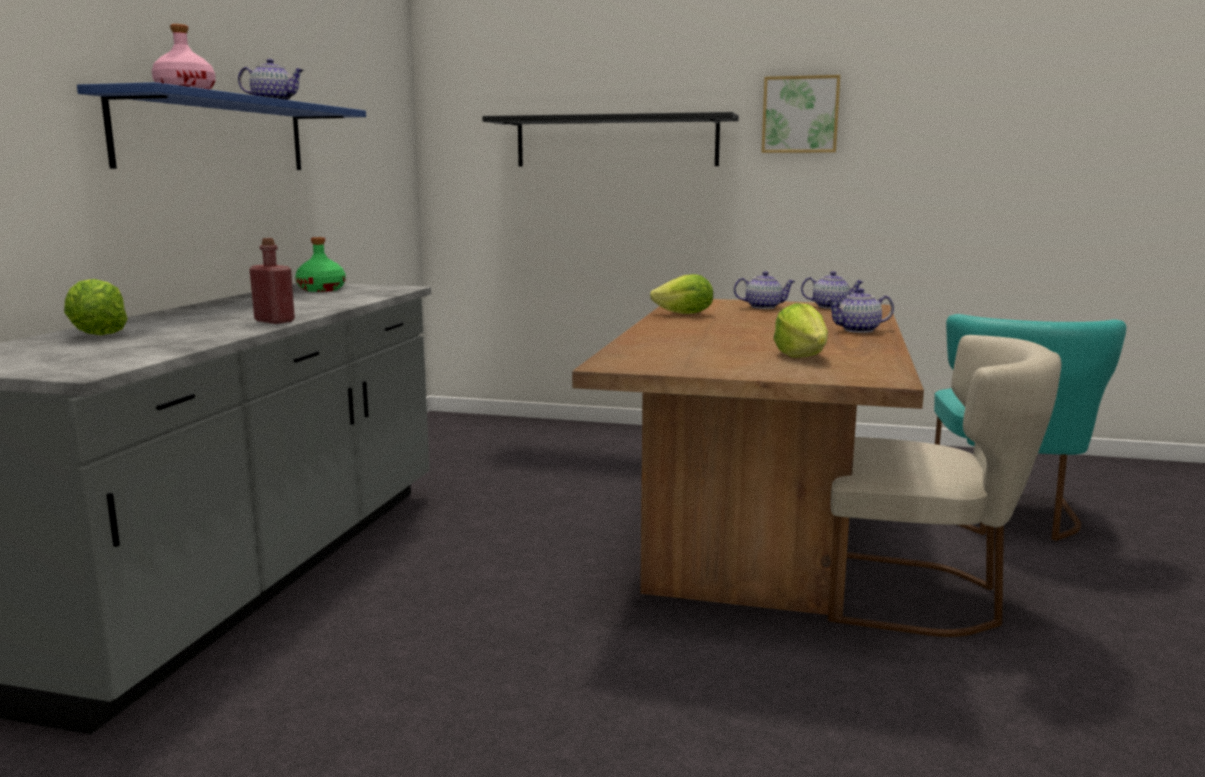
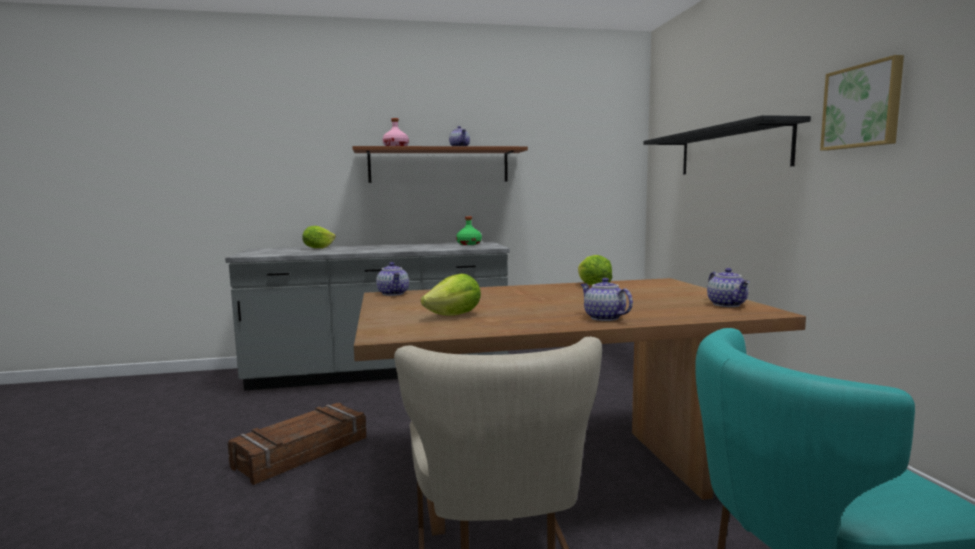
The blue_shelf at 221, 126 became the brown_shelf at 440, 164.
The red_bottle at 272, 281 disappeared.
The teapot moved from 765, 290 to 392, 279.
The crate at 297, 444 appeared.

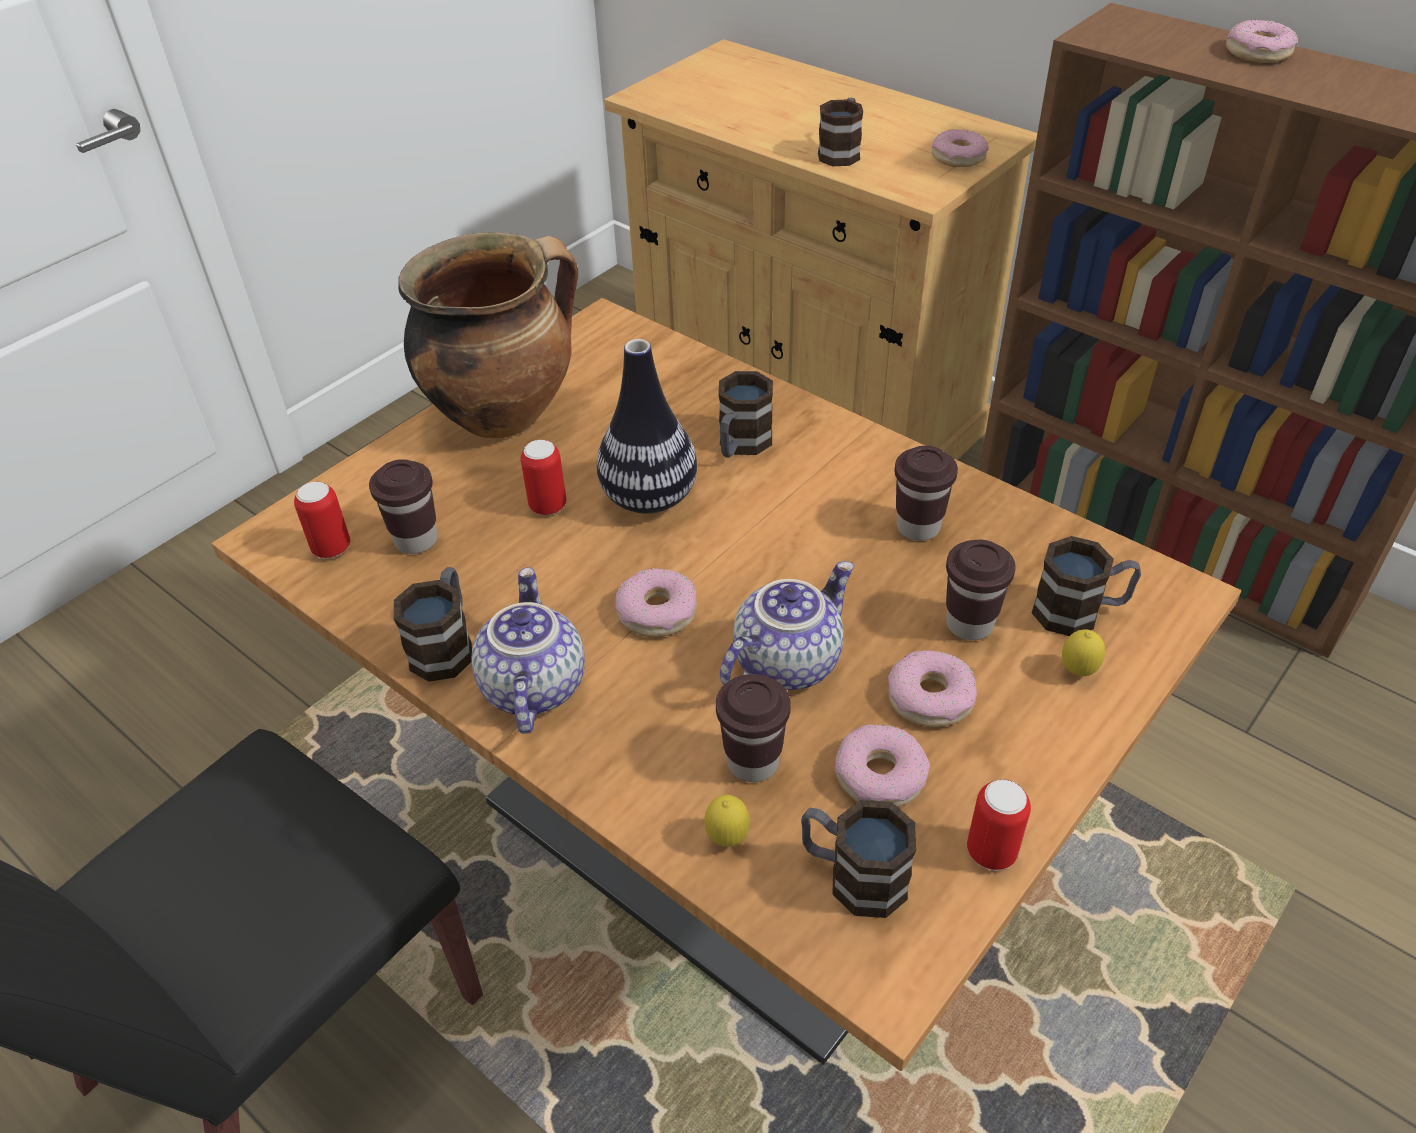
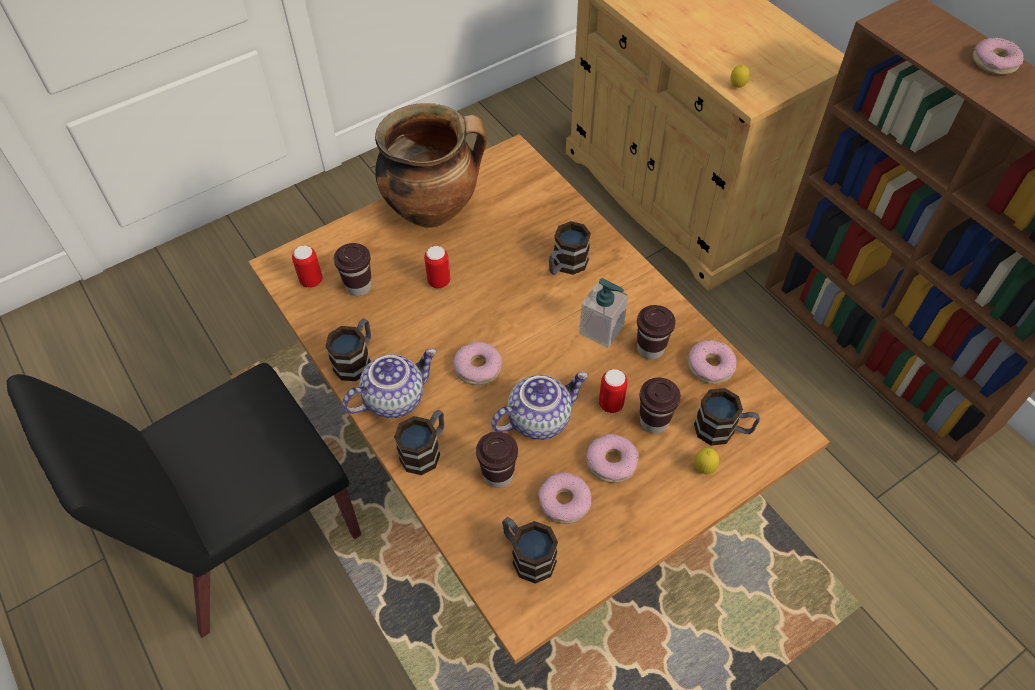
The teapot at 528, 650 turned 45 degrees clockwise.
The vase at 647, 426 disappeared.
The lemon moved from 727, 821 to 740, 76.
The mug moved from 840, 132 to 419, 442.
The donut moved from 960, 148 to 712, 362.
The can moved from 999, 825 to 613, 391.
The soap_dispenser at 603, 313 appeared.

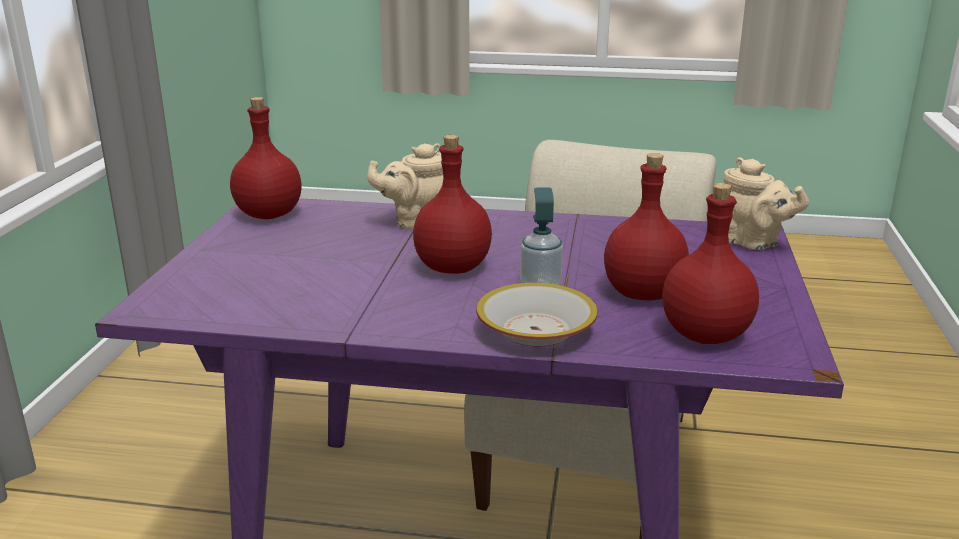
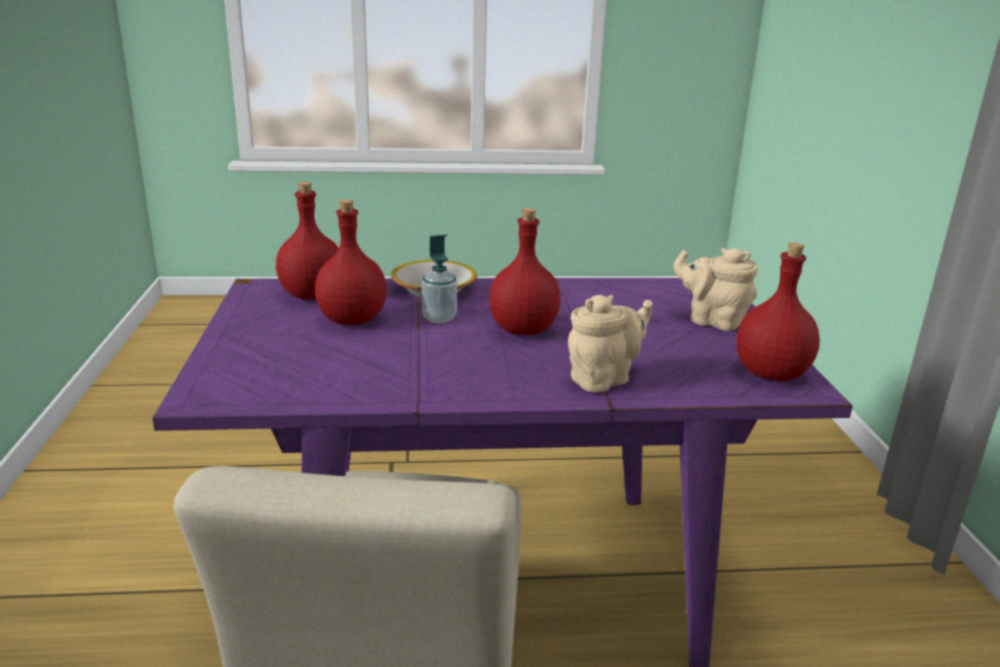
The beige_teapot moved from 766, 203 to 715, 289.

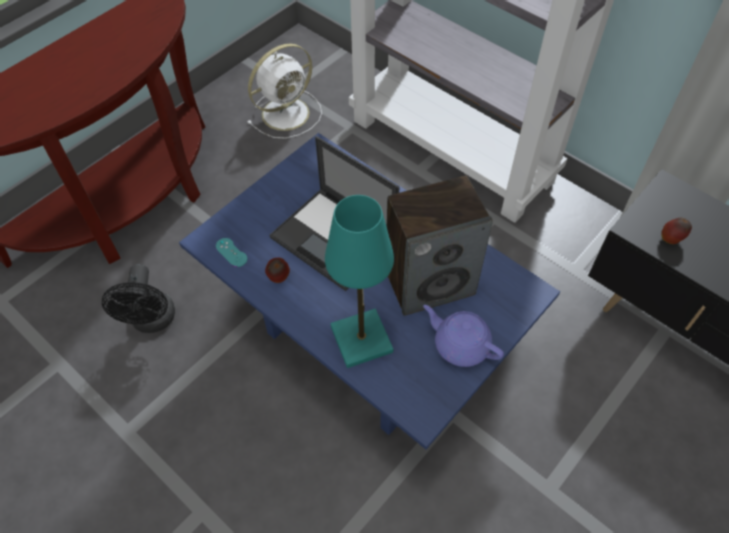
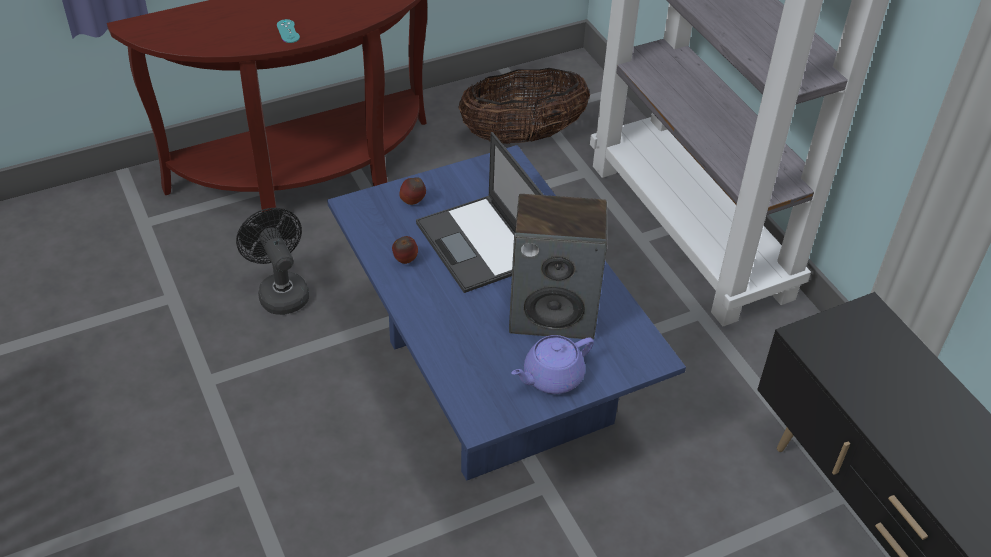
The black_fan at 138, 298 turned 135 degrees clockwise.
The turquoise_game_controller moved from 231, 252 to 288, 31.
The white_fan at 284, 91 was replaced by the basket at 524, 106.
The turquoise_table_lamp at 359, 281 disappeared.
The purple_teapot at 463, 336 turned 90 degrees counterclockwise.
The apple moved from 676, 231 to 413, 191.

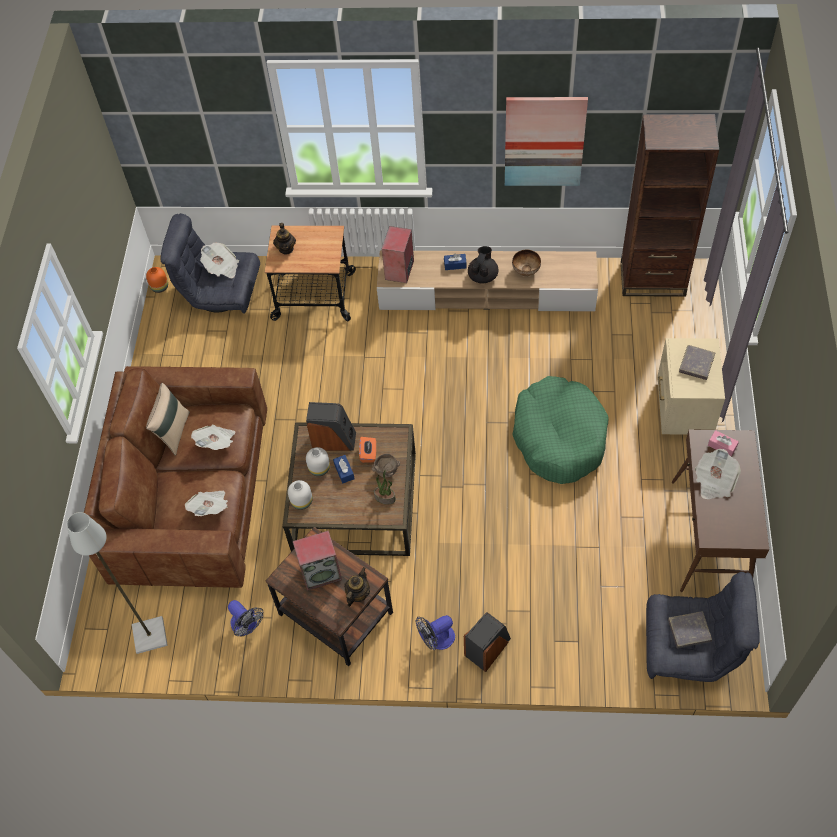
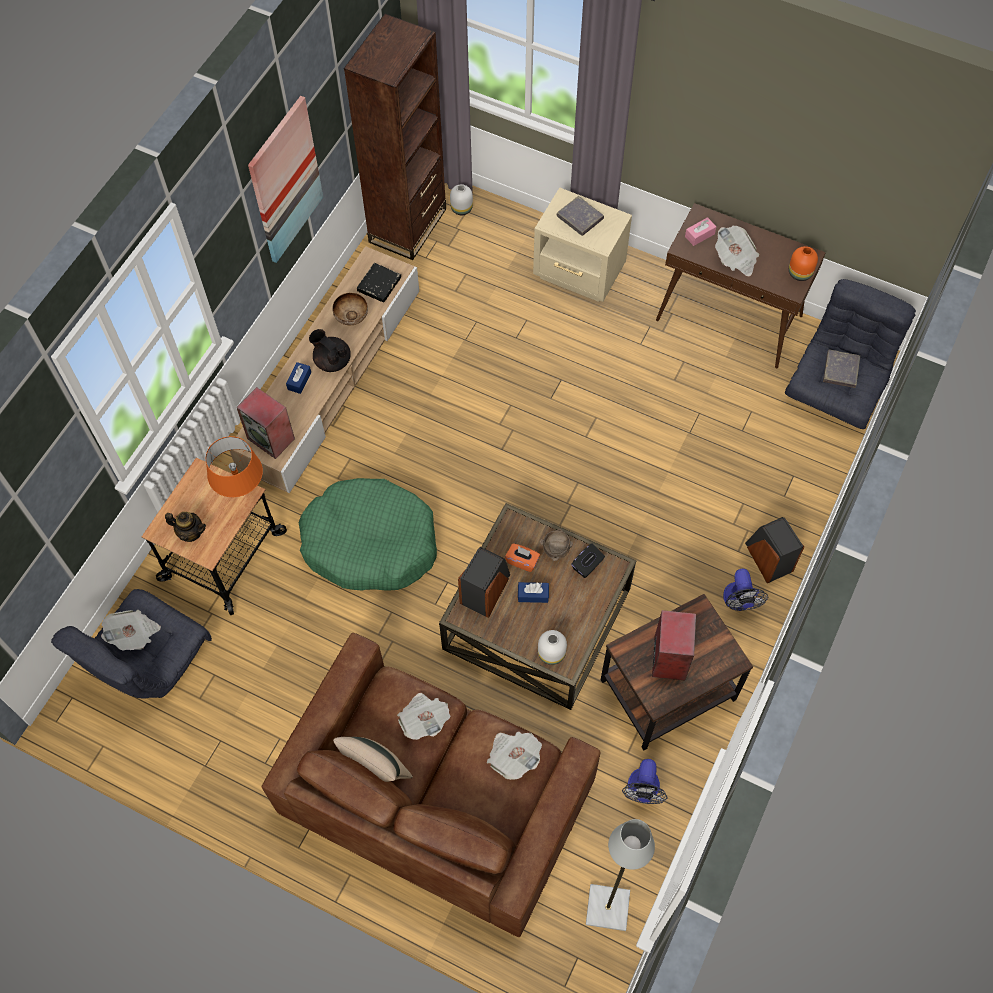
The orange_vase moved from 157, 280 to 803, 263.
The fan at 245, 618 turned 120 degrees clockwise.
The white_vase moved from 318, 461 to 461, 199.
The teapot at 357, 587 disappeared.
The potted_plant at 385, 487 was replaced by the black_tissue_box at 588, 560.
The green_dog_bed moved from 560, 430 to 368, 534.
The orange_table_lamp at 234, 466 appeared.
The black_book at 379, 282 appeared.

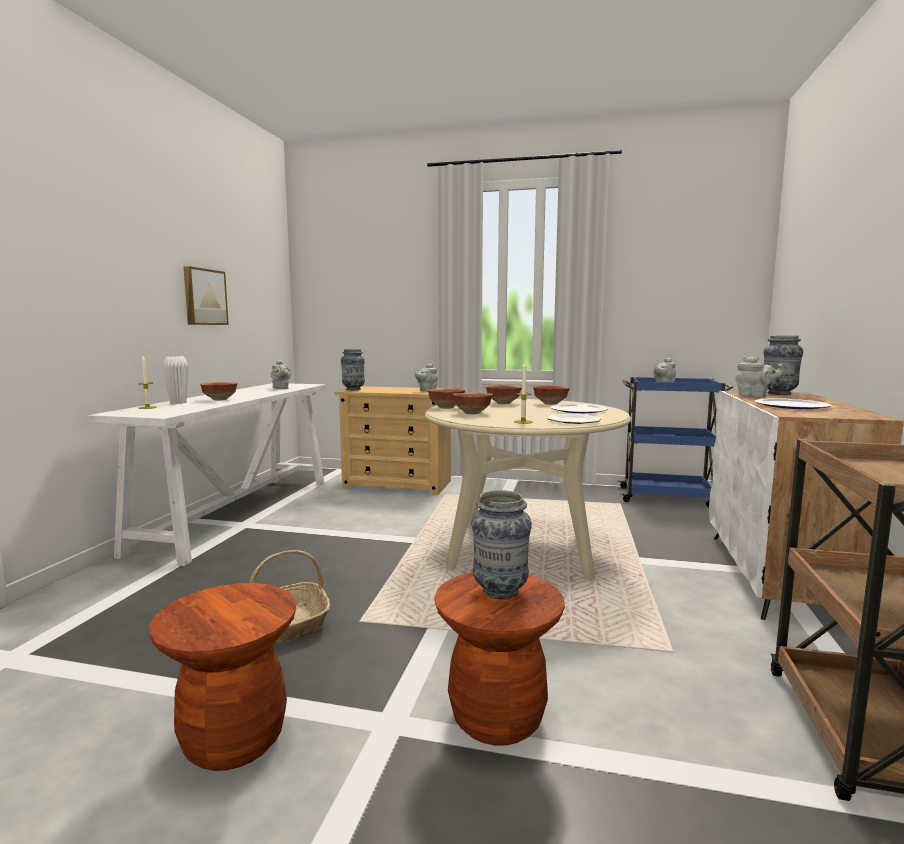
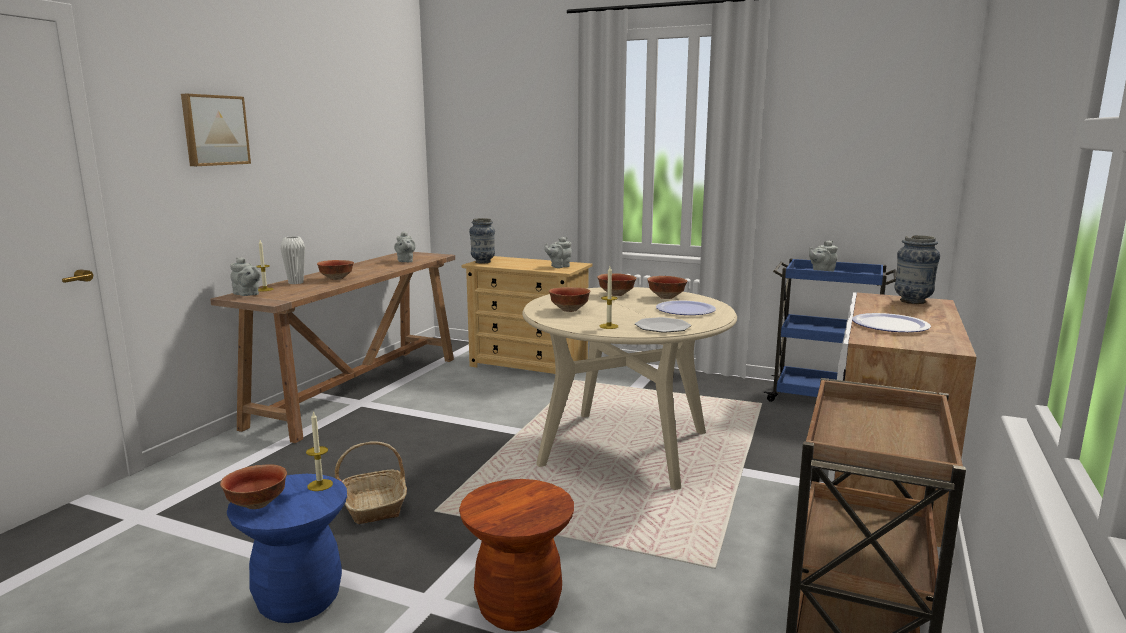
The white_console_table at 207, 474 became the brown_console_table at 332, 347.
The brown_stool at 222, 677 became the blue_stool at 287, 548.
The picture moved from 206, 295 to 216, 130.
The bowl moved from 446, 398 to 253, 486.
The vase at 501, 545 disappeared.
The grey_teapot moved from 759, 376 to 245, 276.
The candle at 319, 451 appeared.

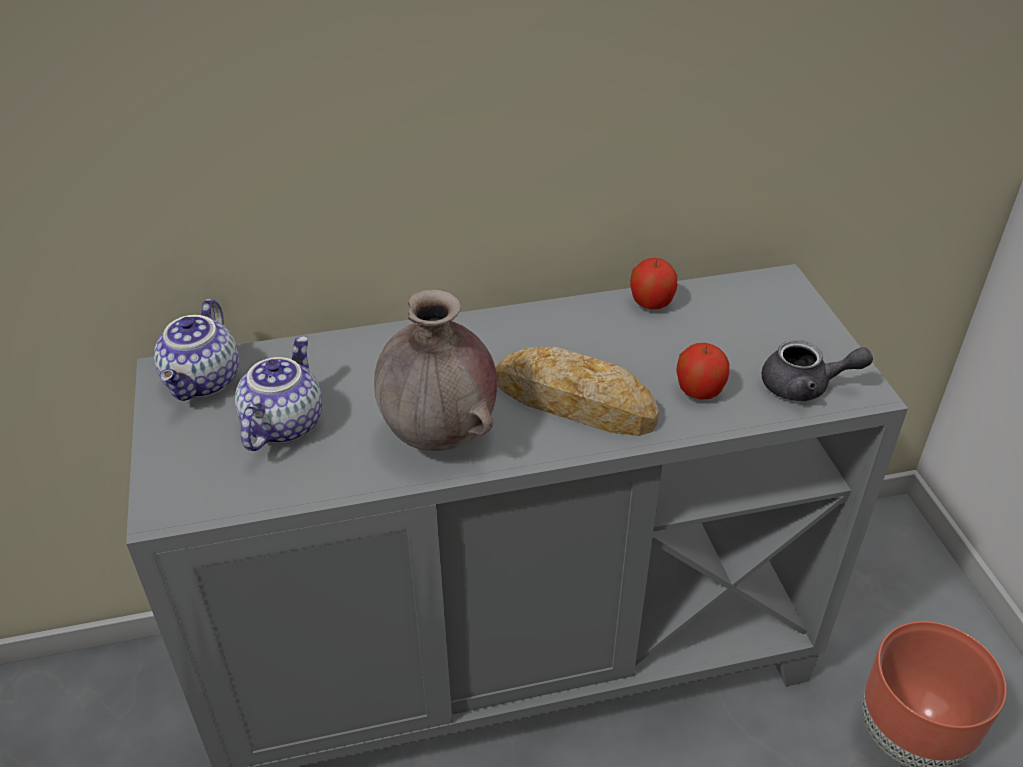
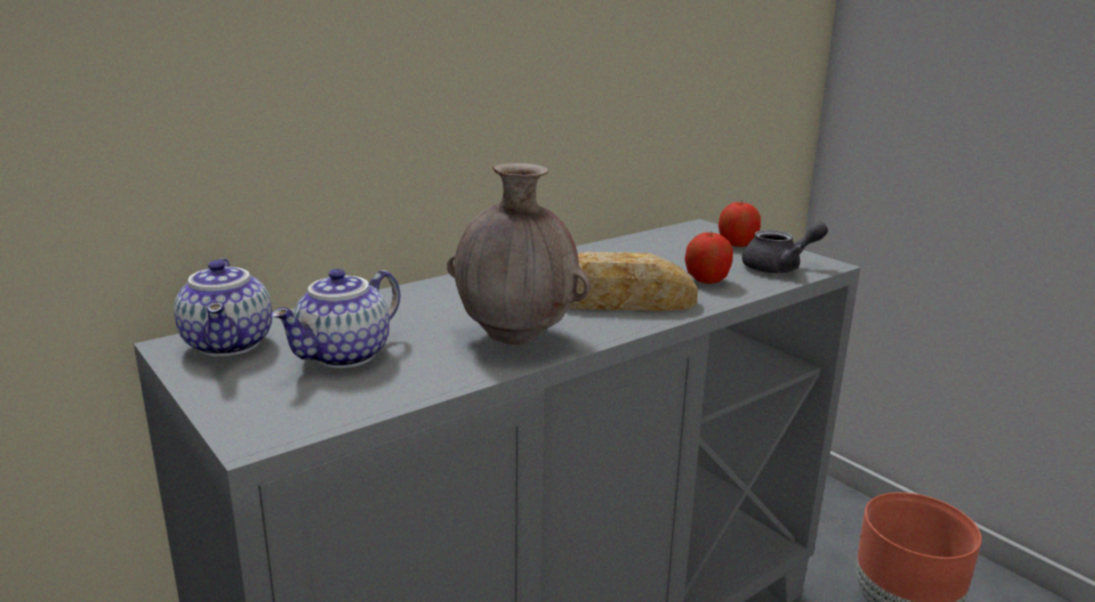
The teapot at 278, 393 turned 135 degrees counterclockwise.
The apple moved from 653, 283 to 739, 224.

